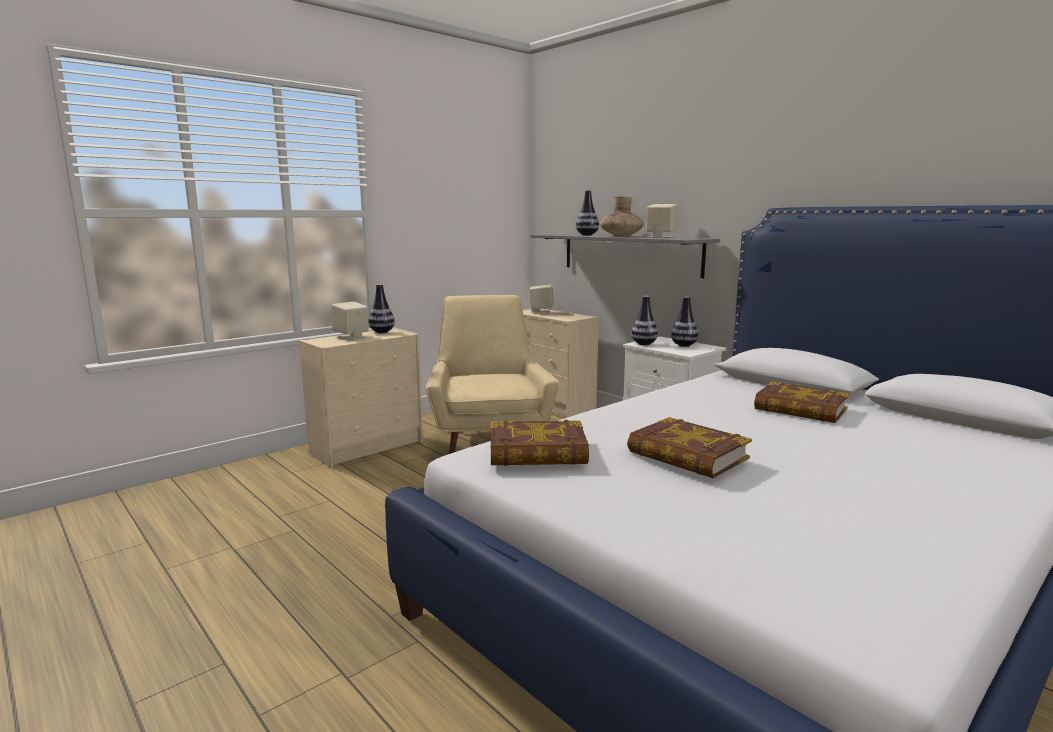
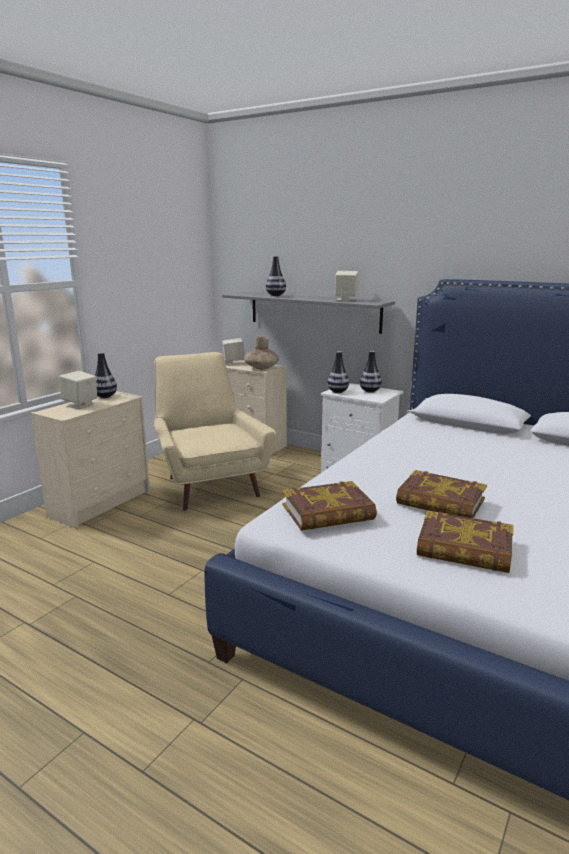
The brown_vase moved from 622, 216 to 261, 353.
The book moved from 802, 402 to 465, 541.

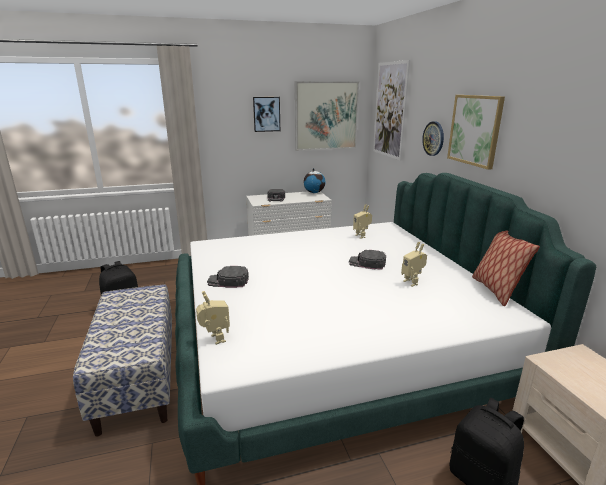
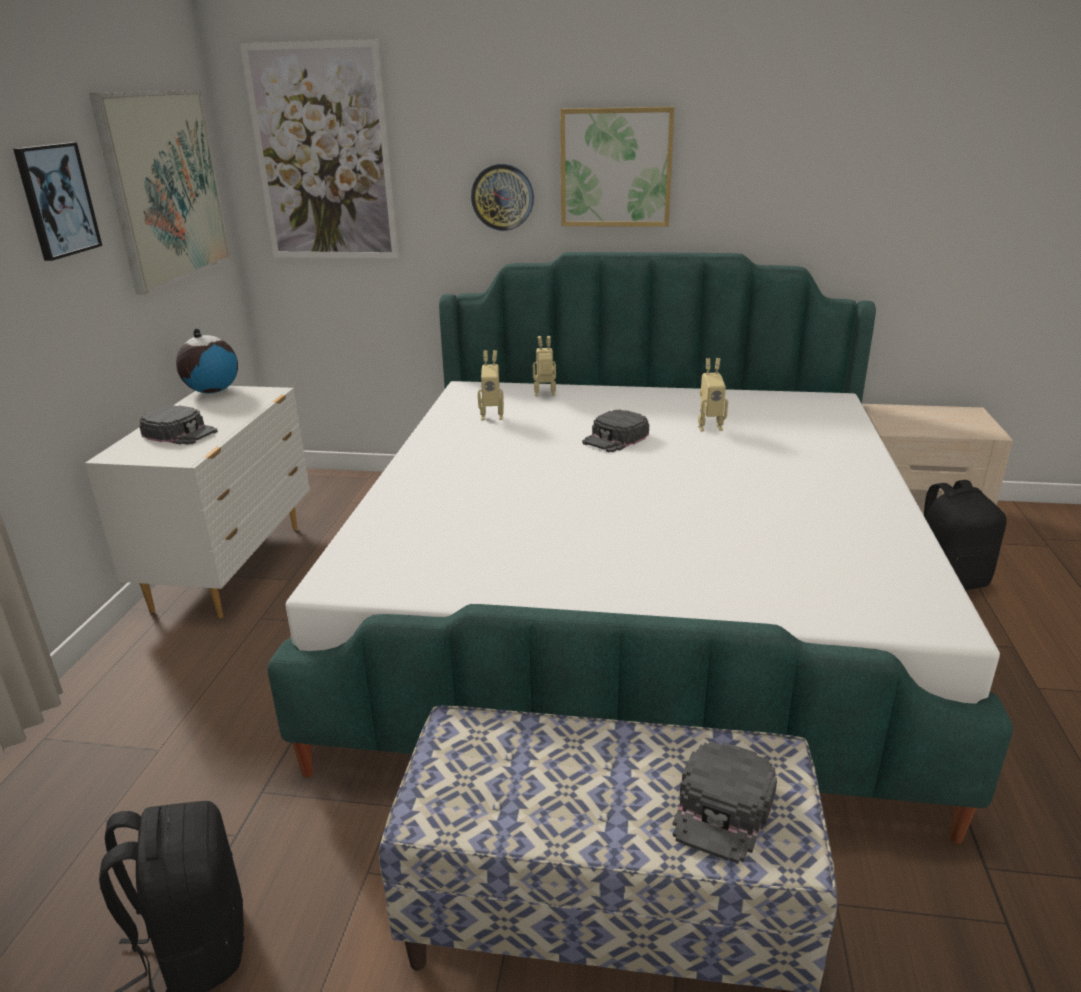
The toy_robot moved from 213, 318 to 544, 366.
The black_cap moved from 228, 277 to 725, 802.
The pillow at 506, 268 disappeared.

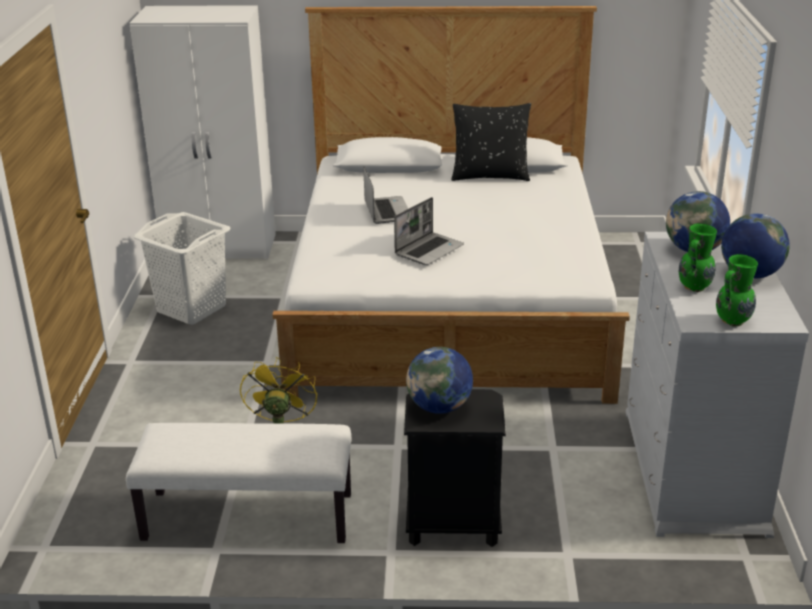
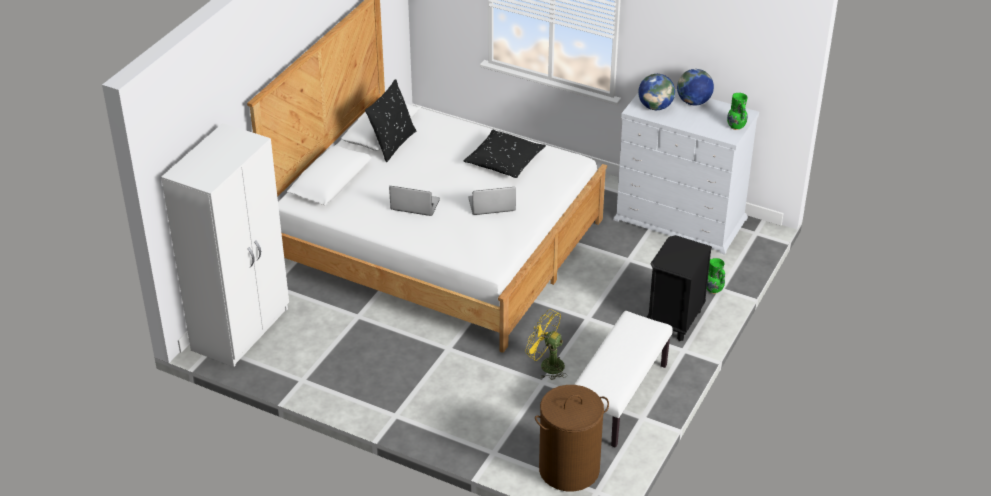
The white_laundry_basket at 182, 268 disappeared.
The laptop at 429, 231 turned 75 degrees counterclockwise.
The globe at 439, 380 disappeared.
The green_vase moved from 698, 257 to 716, 276.
The black_pillow at 505, 154 appeared.
The brown_laundry_basket at 572, 438 appeared.

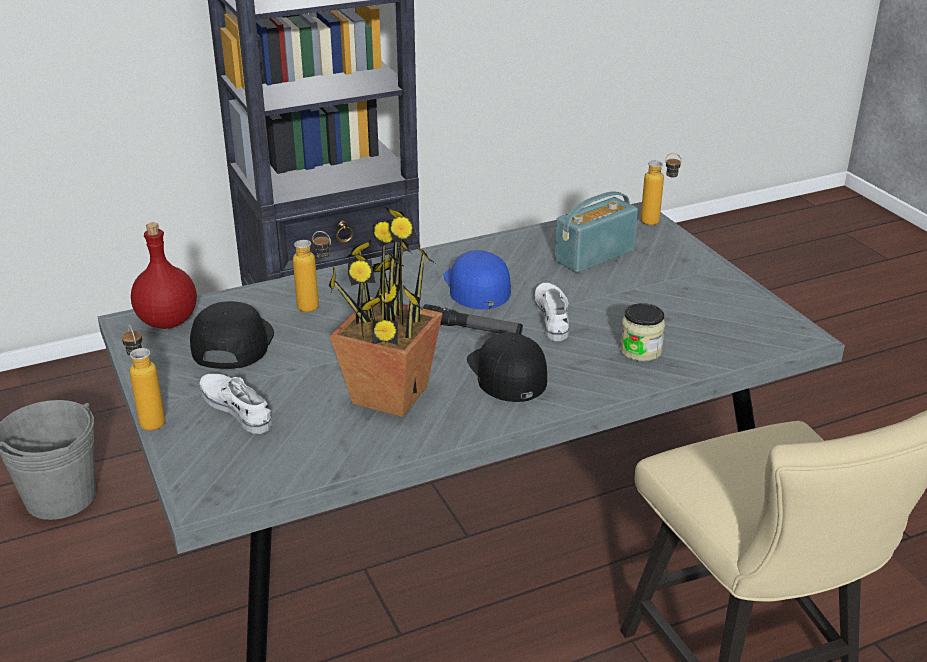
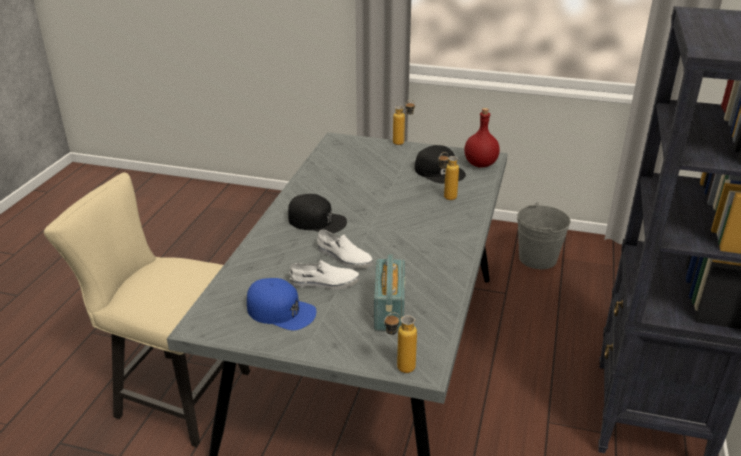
The white_shoe moved from 235, 404 to 324, 274.
The potted_plant at 386, 312 disappeared.
The flashlight at 473, 319 disappeared.
The blue_cap moved from 477, 279 to 281, 304.
The jar at 642, 332 disappeared.

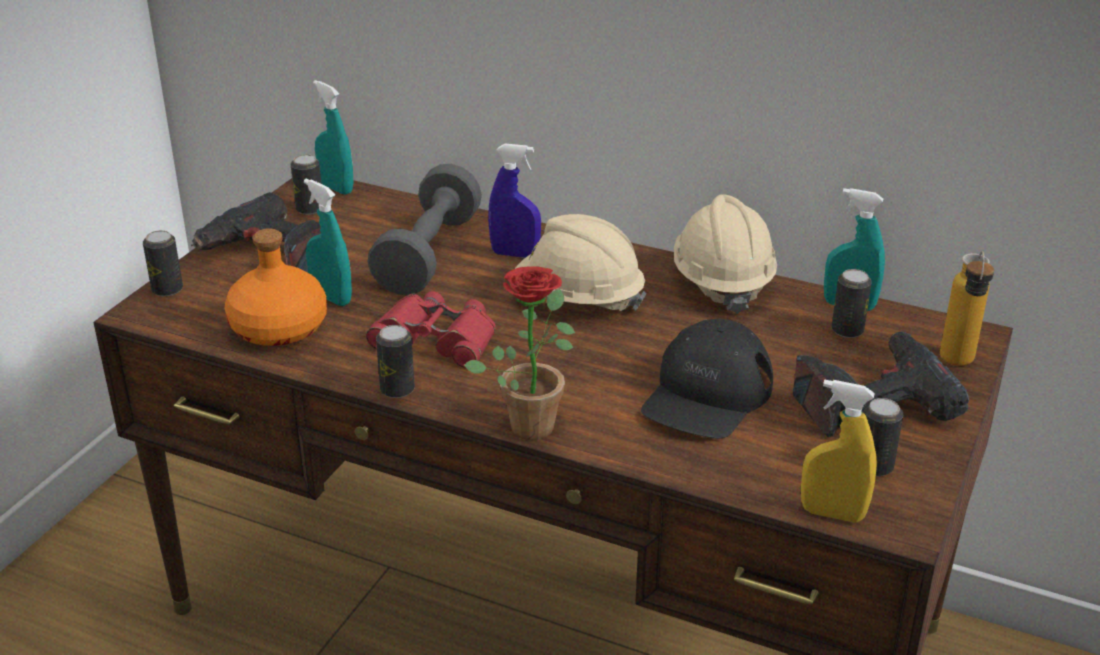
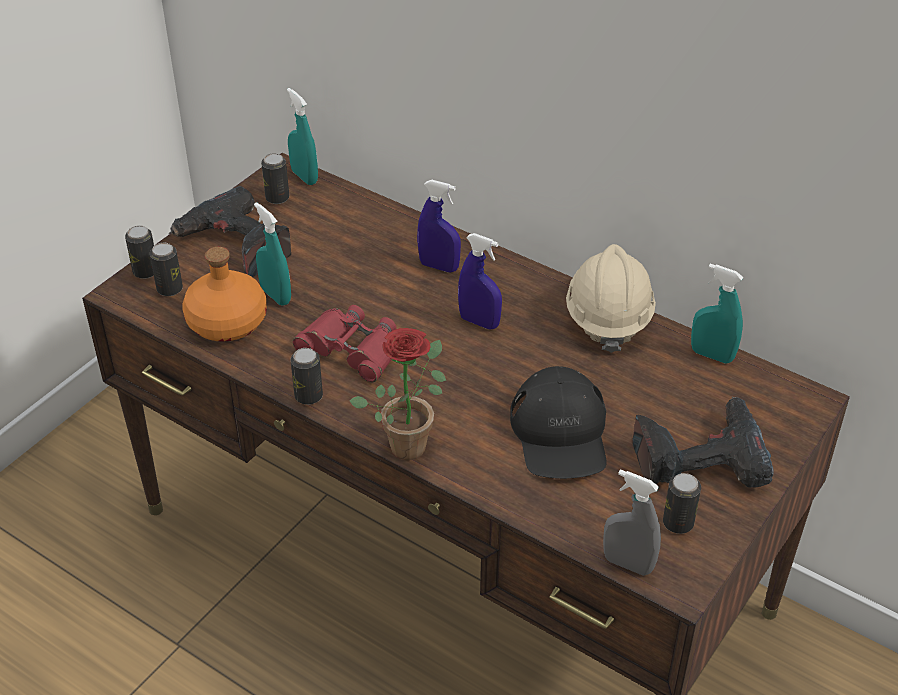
The grey_dumbbell at 424, 229 disappeared.
The beige_hard_hat at 581, 262 was replaced by the blue_spray_bottle at 480, 281.
The black_cap at 707, 379 turned 45 degrees counterclockwise.
The yellow_spray_bottle at 839, 451 became the grey_spray_bottle at 632, 522.
The can moved from 852, 303 to 166, 269.
The bottle at 967, 308 disappeared.

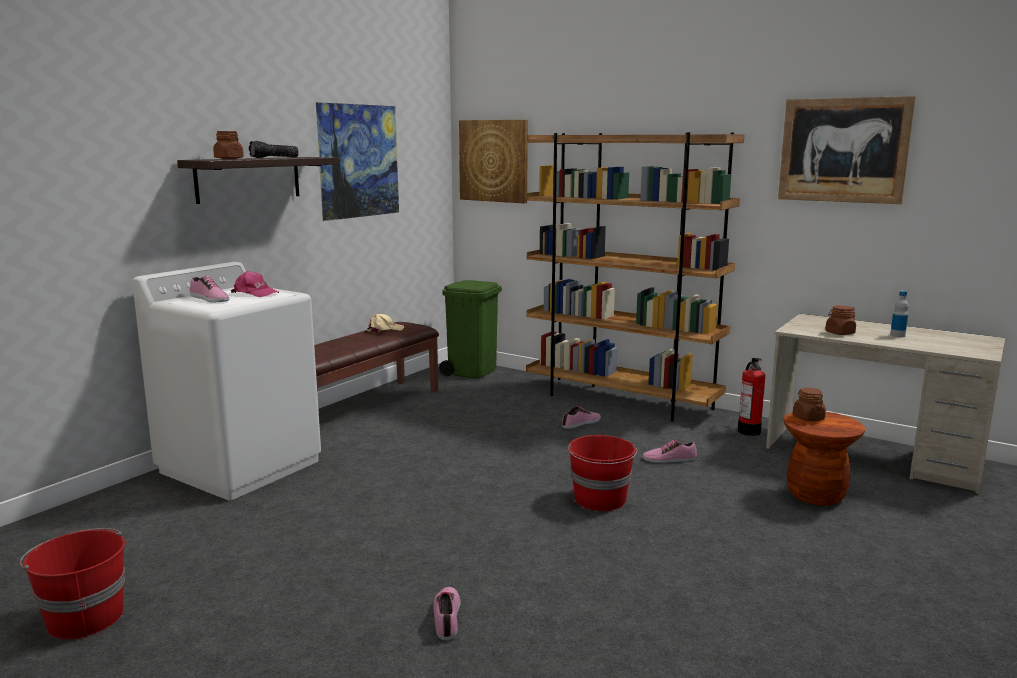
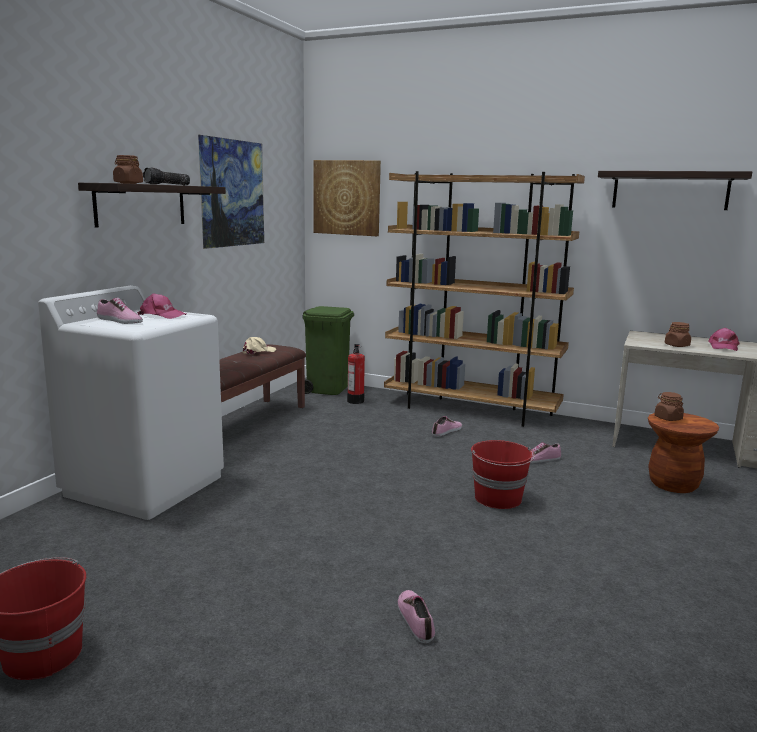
The fire_extinguisher moved from 751, 397 to 356, 374.
The picture at 847, 150 was replaced by the shelf at 675, 190.
The bottle at 899, 314 was replaced by the pink_cap at 724, 339.

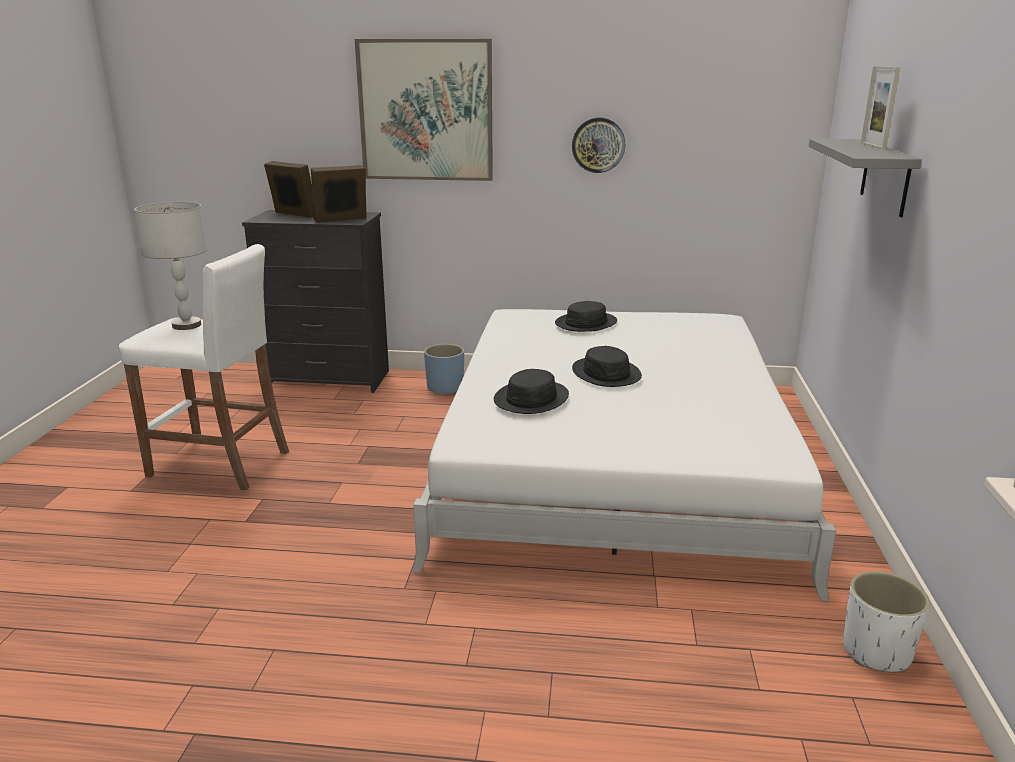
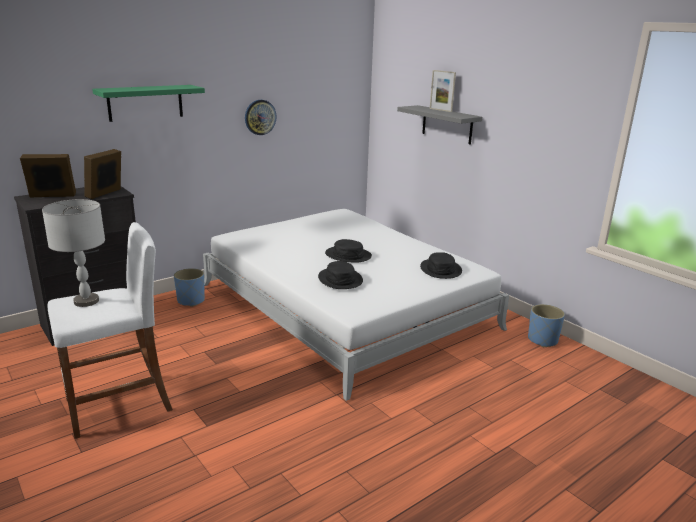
The picture at 424, 110 was replaced by the green_shelf at 148, 103.
The black_hat moved from 586, 316 to 441, 265.
The white_planter at 886, 621 became the blue_planter at 546, 325.

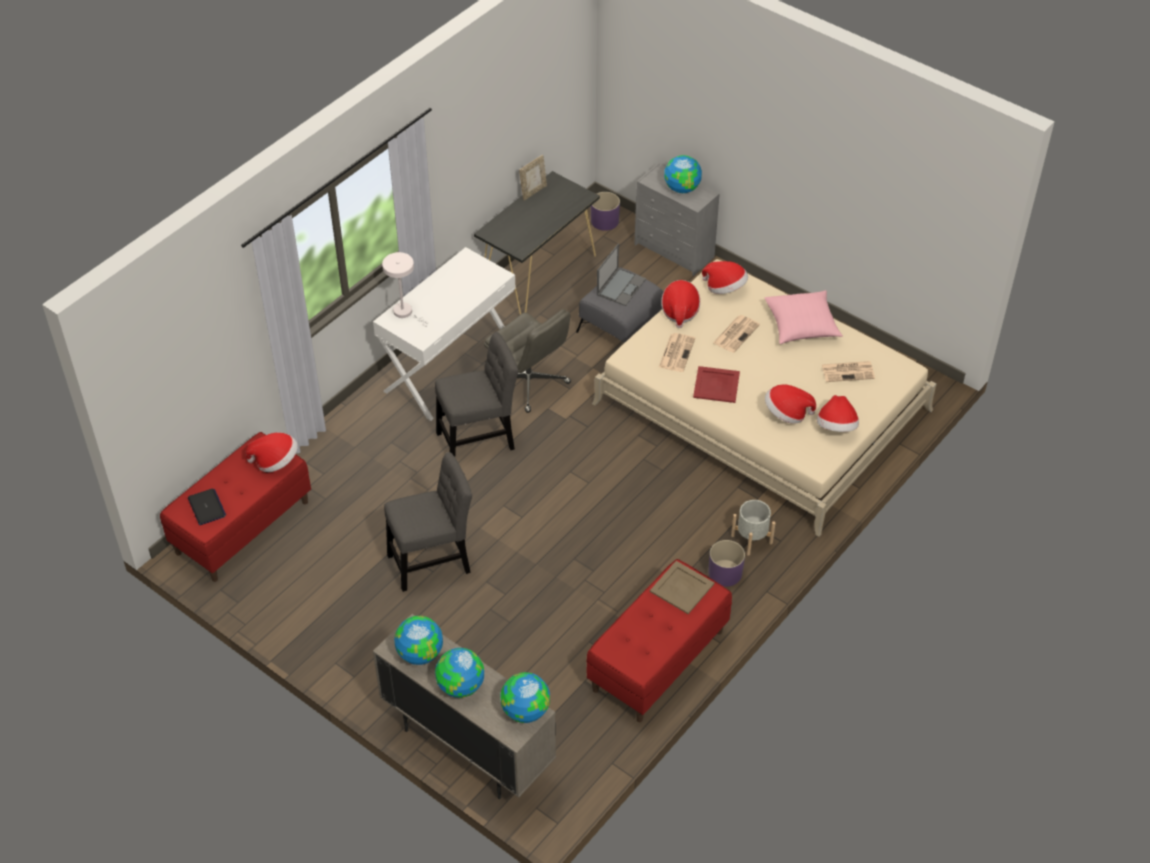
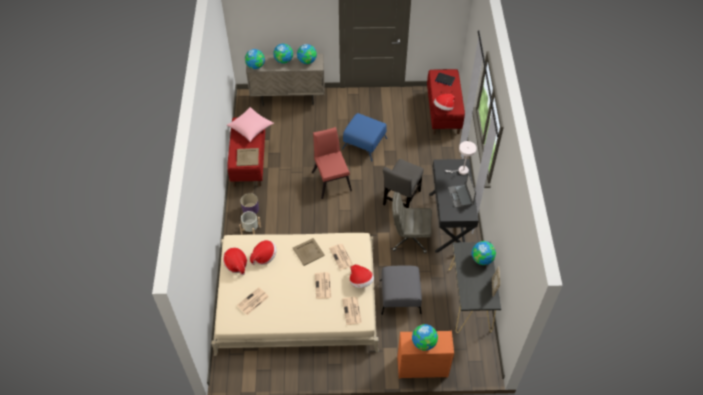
The white_desk at 444, 334 became the black_desk at 454, 206.
The grey_chair at 428, 522 was replaced by the blue_ottoman at 364, 137.
The purple_planter at 605, 211 disappeared.
The laptop moved from 621, 275 to 462, 190.
The grey_dresser at 677, 219 became the orange_dresser at 425, 355.
The red_tray at 716, 384 became the beige_tray at 309, 252.
The hat at 725, 277 was replaced by the newspaper at 352, 311.
The pink_pillow moved from 804, 317 to 250, 124.
The red_chair at 332, 163 appeared.
The globe at 484, 253 appeared.

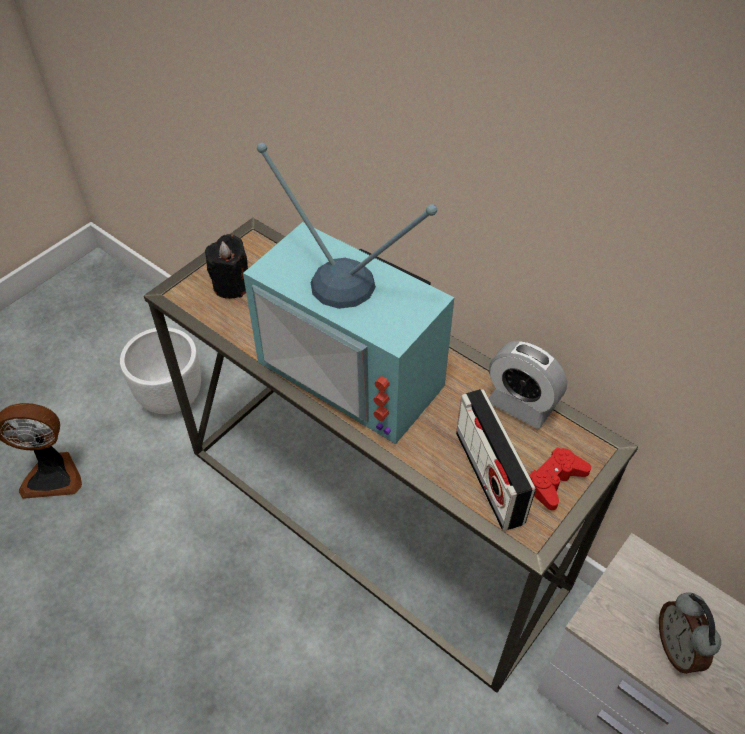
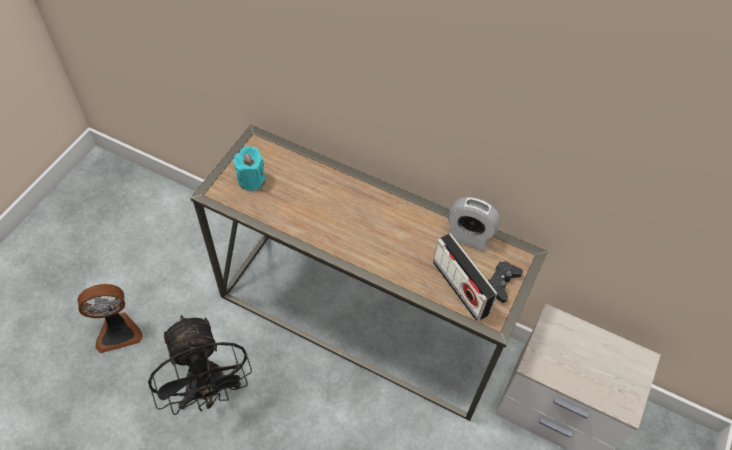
The white_planter at 160, 370 disappeared.
The black_candle at 226, 266 became the turquoise_candle at 249, 168.
The television at 348, 293 disappeared.
The red_game_controller at 560, 478 became the black_game_controller at 505, 282.
The alarm_clock at 690, 633 disappeared.
The black_fan at 200, 365 appeared.

